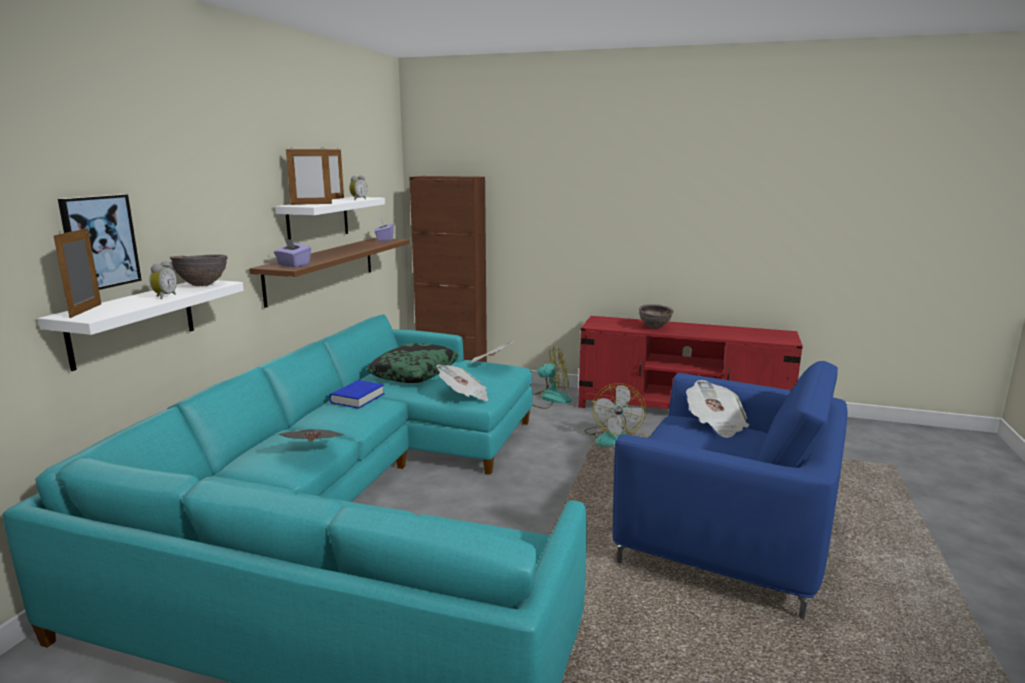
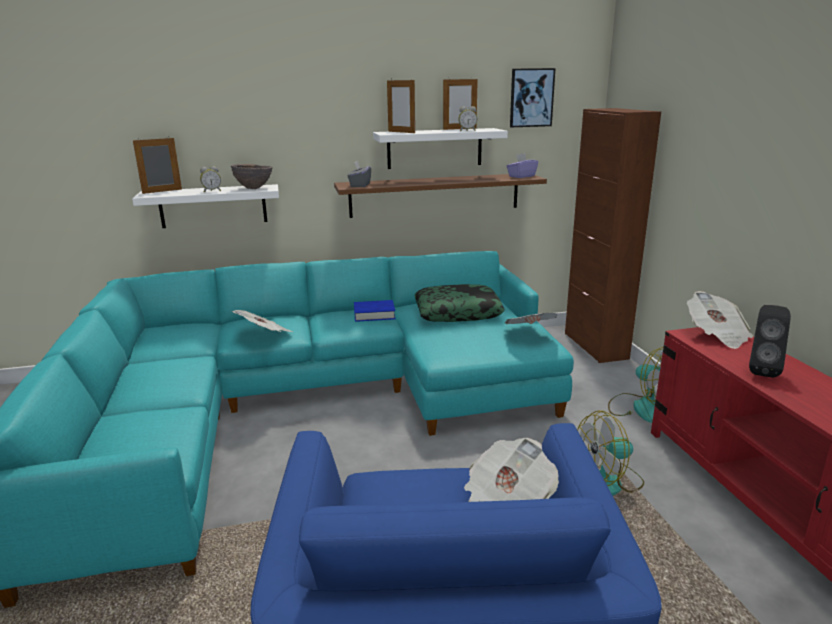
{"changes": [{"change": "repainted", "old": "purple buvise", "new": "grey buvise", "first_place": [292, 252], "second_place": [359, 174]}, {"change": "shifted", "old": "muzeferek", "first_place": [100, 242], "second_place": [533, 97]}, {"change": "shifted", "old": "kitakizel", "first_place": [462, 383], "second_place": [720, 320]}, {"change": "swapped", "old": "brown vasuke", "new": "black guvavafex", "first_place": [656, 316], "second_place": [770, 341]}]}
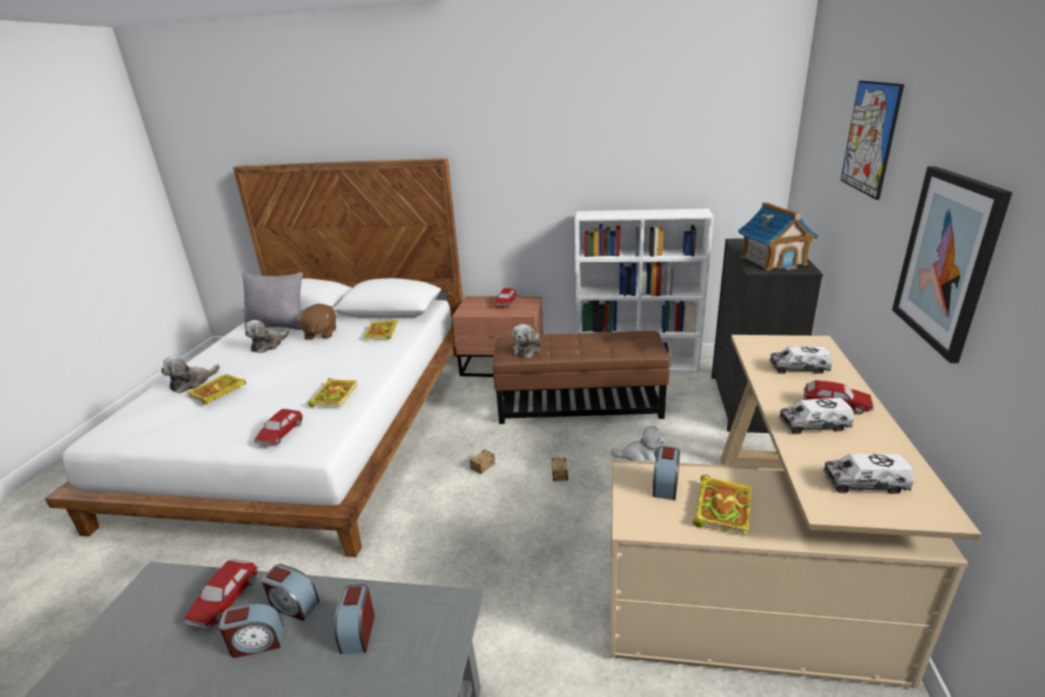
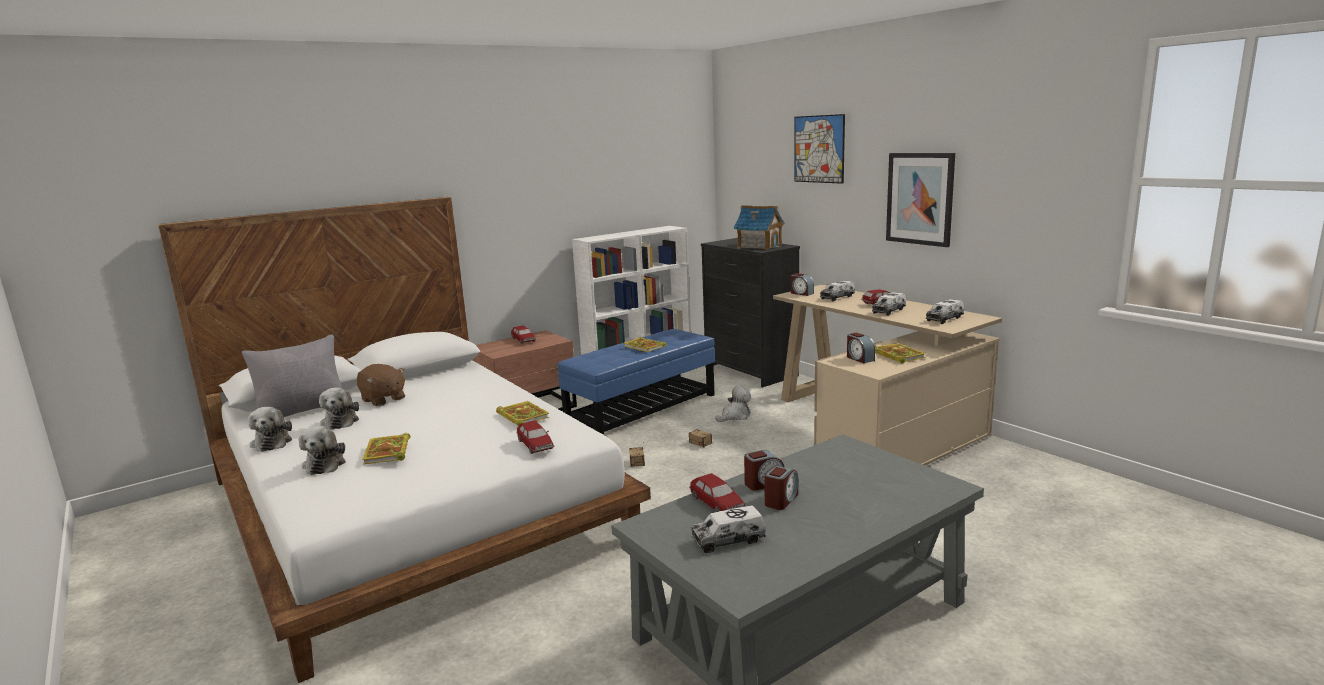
{"changes": [{"change": "shifted", "old": "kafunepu", "first_place": [526, 341], "second_place": [270, 429]}, {"change": "repainted", "old": "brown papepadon", "new": "blue papepadon", "first_place": [581, 377], "second_place": [636, 382]}, {"change": "shifted", "old": "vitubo", "first_place": [381, 330], "second_place": [645, 344]}, {"change": "new", "new": "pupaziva", "second_place": [728, 529]}, {"change": "shifted", "old": "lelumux", "first_place": [354, 619], "second_place": [802, 284]}]}
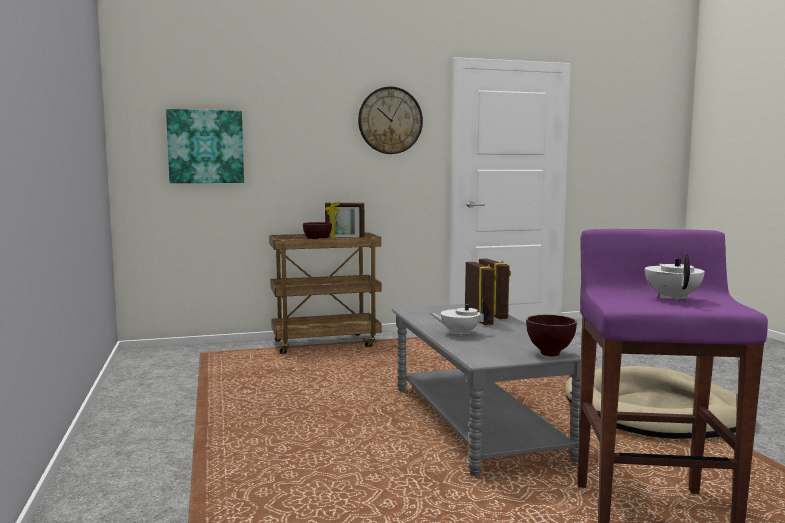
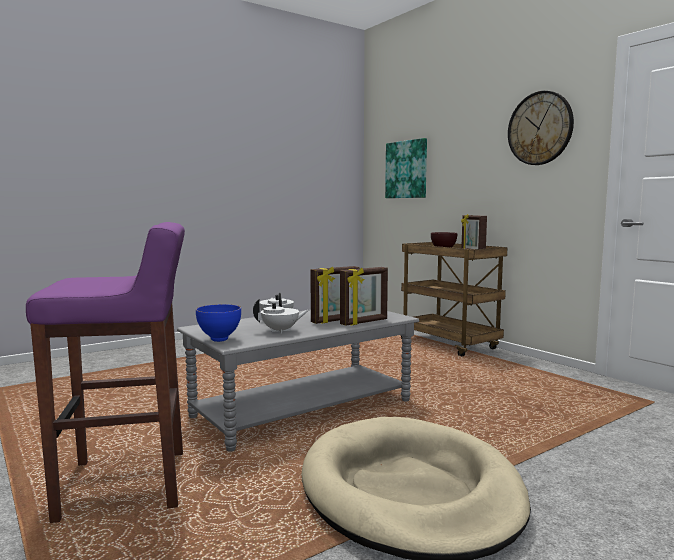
{"changes": [{"change": "repainted", "old": "brown vasuke", "new": "blue vasuke", "first_place": [551, 336], "second_place": [218, 323]}, {"change": "shifted", "old": "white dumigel", "first_place": [675, 277], "second_place": [281, 316]}]}
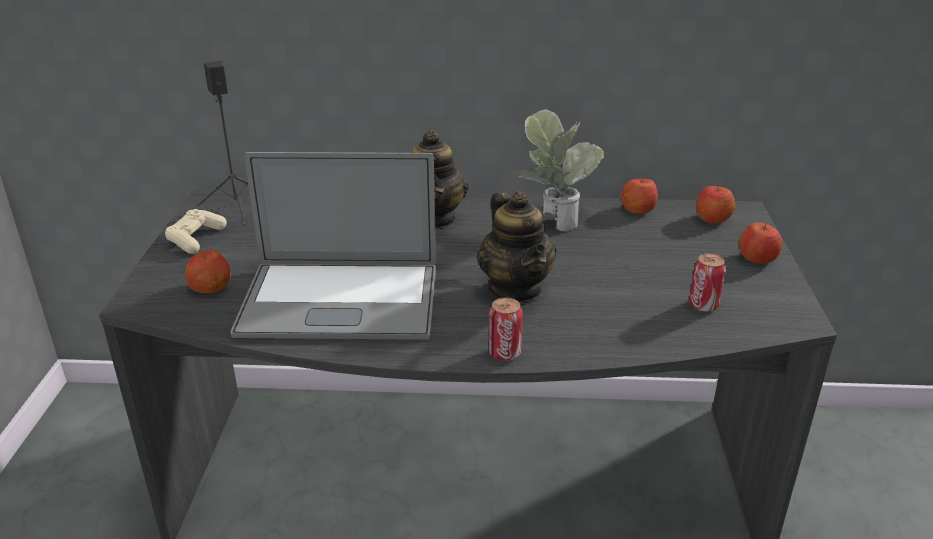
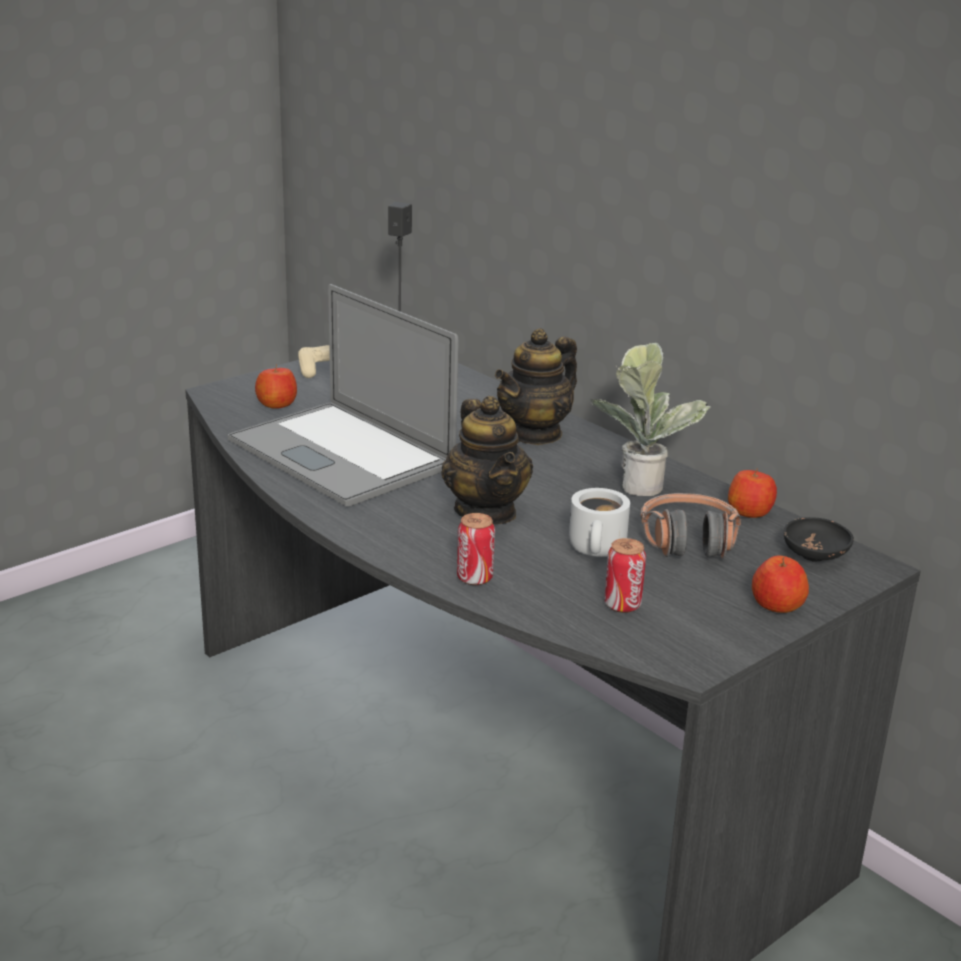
{"changes": [{"change": "rotated", "old": "dumigel", "first_place": [517, 247], "second_place": [487, 460], "degrees": -45}, {"change": "shifted", "old": "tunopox", "first_place": [506, 329], "second_place": [476, 549]}, {"change": "new", "new": "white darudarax", "second_place": [599, 522]}, {"change": "new", "new": "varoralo", "second_place": [690, 526]}, {"change": "swapped", "old": "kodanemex", "new": "black vasuke", "first_place": [715, 204], "second_place": [819, 539]}]}
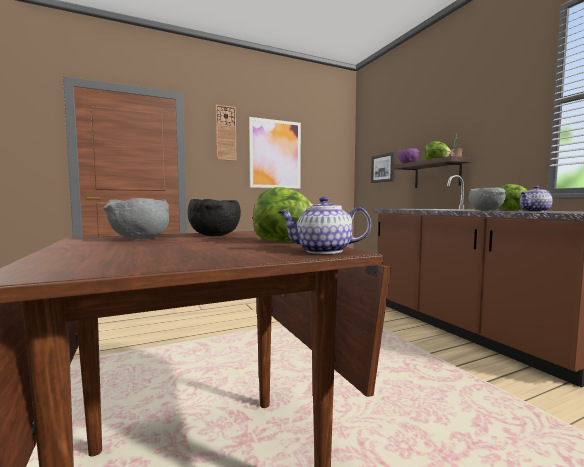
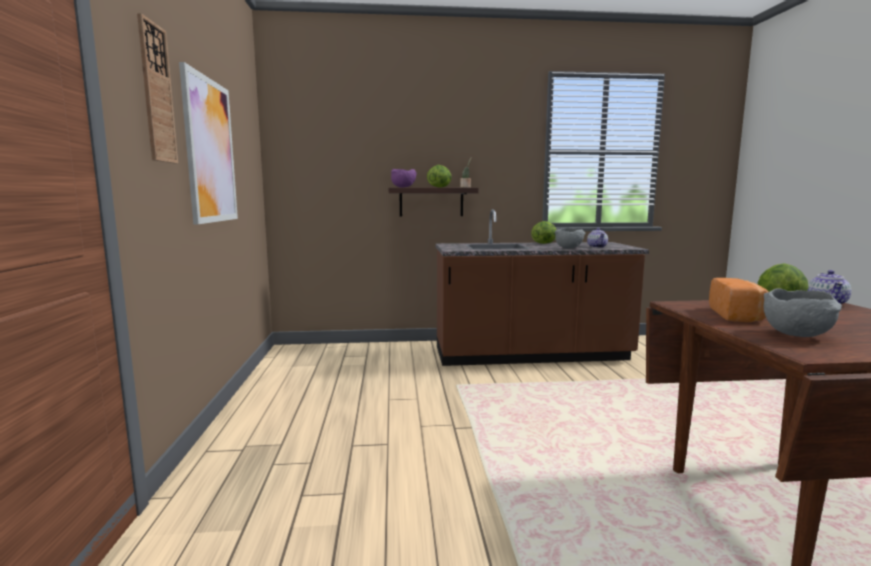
{"changes": [{"change": "swapped", "old": "black vasuke", "new": "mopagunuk", "first_place": [214, 217], "second_place": [739, 300]}, {"change": "gone", "old": "muzeferek", "first_place": [383, 167]}]}
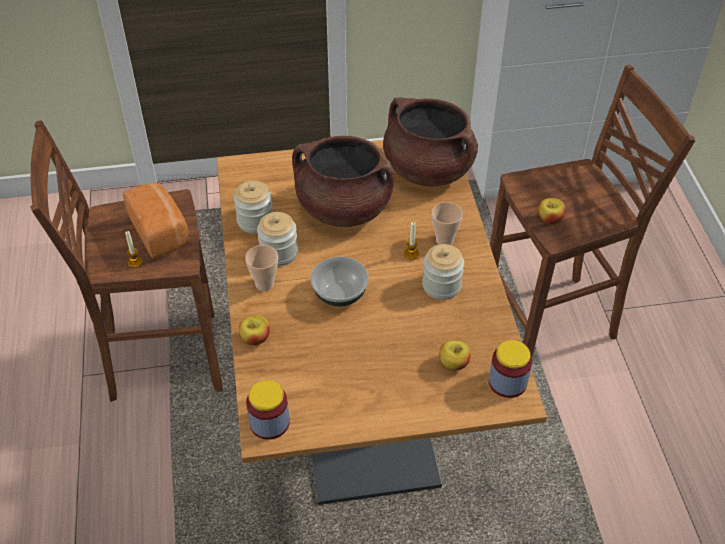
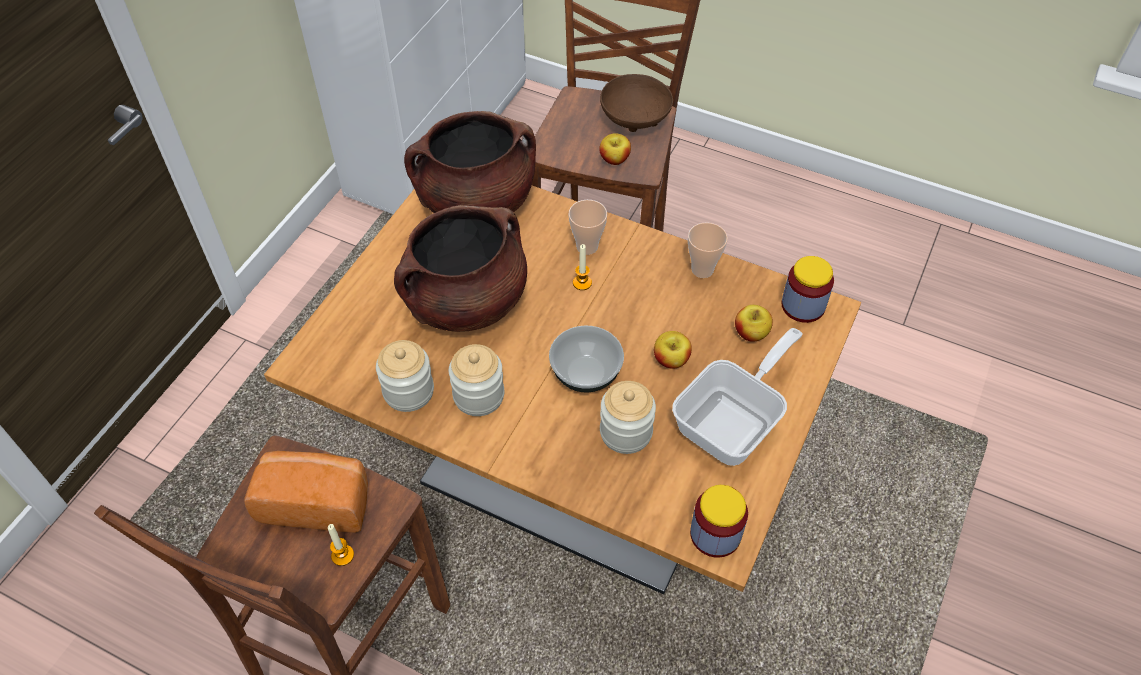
{"changes": [{"change": "new", "new": "brown vasuke", "second_place": [636, 103]}, {"change": "shifted", "old": "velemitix", "first_place": [443, 272], "second_place": [628, 417]}, {"change": "shifted", "old": "kodanemex", "first_place": [254, 330], "second_place": [673, 350]}, {"change": "new", "new": "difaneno", "second_place": [737, 397]}, {"change": "shifted", "old": "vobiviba", "first_place": [261, 268], "second_place": [708, 250]}]}
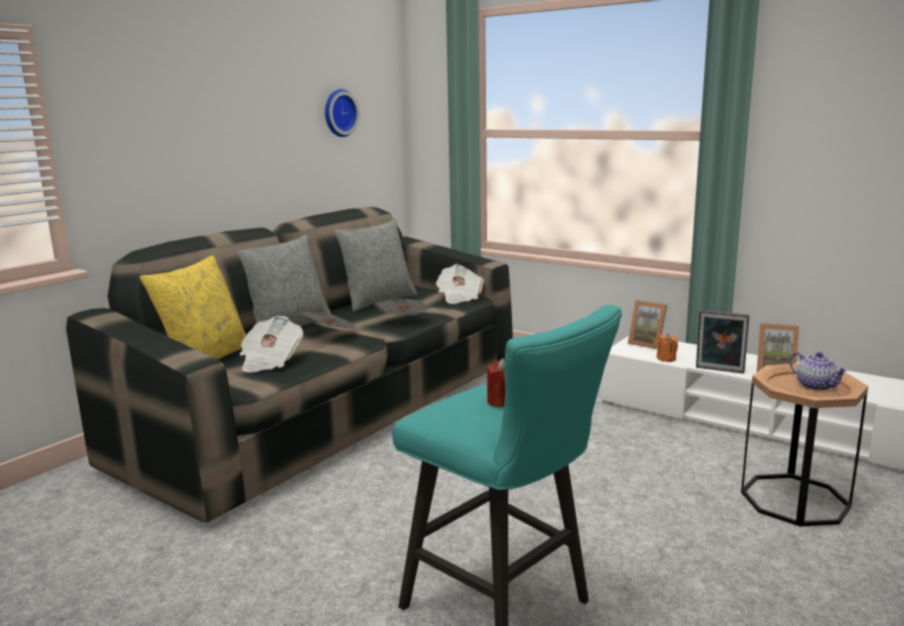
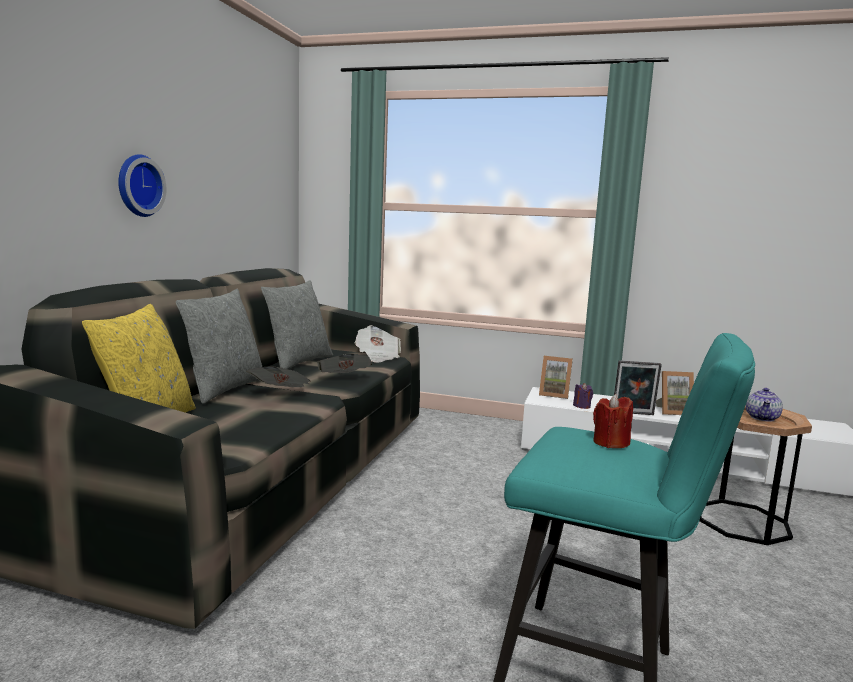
{"changes": [{"change": "shifted", "old": "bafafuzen", "first_place": [342, 113], "second_place": [142, 185]}, {"change": "repainted", "old": "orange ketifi", "new": "purple ketifi", "first_place": [667, 347], "second_place": [583, 396]}, {"change": "rotated", "old": "dumigel", "first_place": [818, 371], "second_place": [764, 405], "degrees": 75}, {"change": "gone", "old": "kitakizel", "first_place": [271, 344]}]}
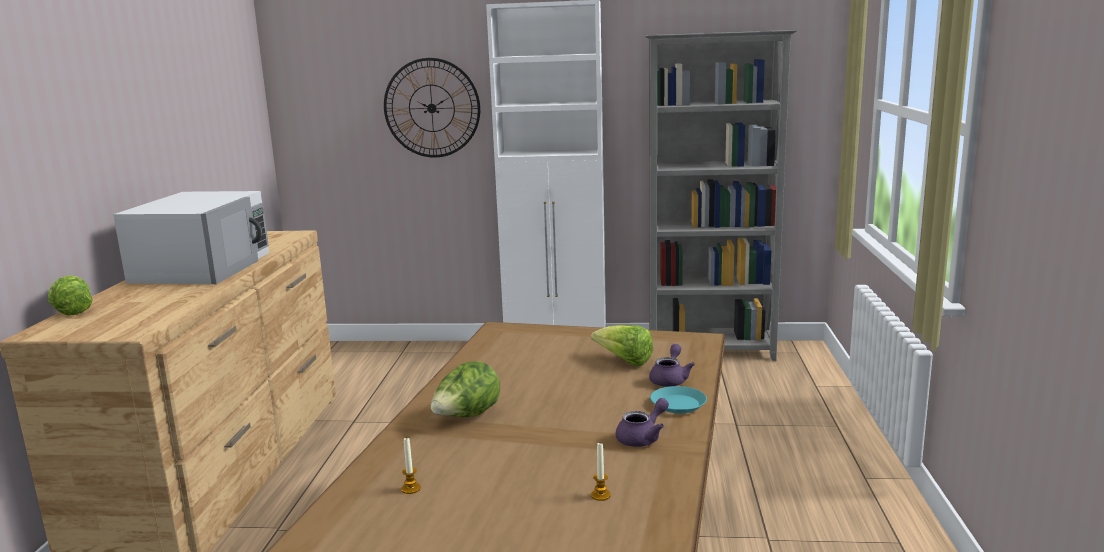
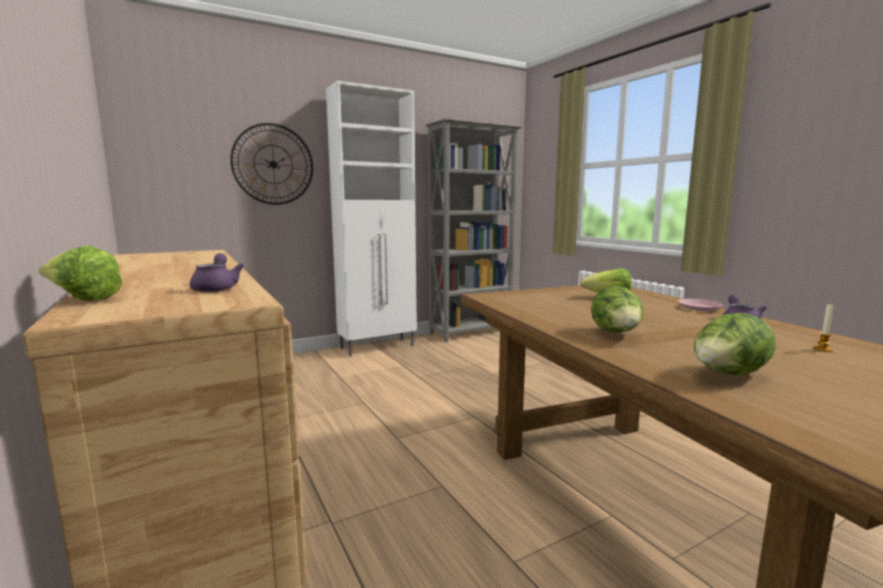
{"changes": [{"change": "shifted", "old": "purple dumigel", "first_place": [672, 365], "second_place": [217, 272]}, {"change": "repainted", "old": "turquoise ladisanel", "new": "pink ladisanel", "first_place": [678, 399], "second_place": [700, 305]}, {"change": "swapped", "old": "ketifi", "new": "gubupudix", "first_place": [411, 465], "second_place": [735, 344]}, {"change": "gone", "old": "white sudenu", "first_place": [191, 237]}]}
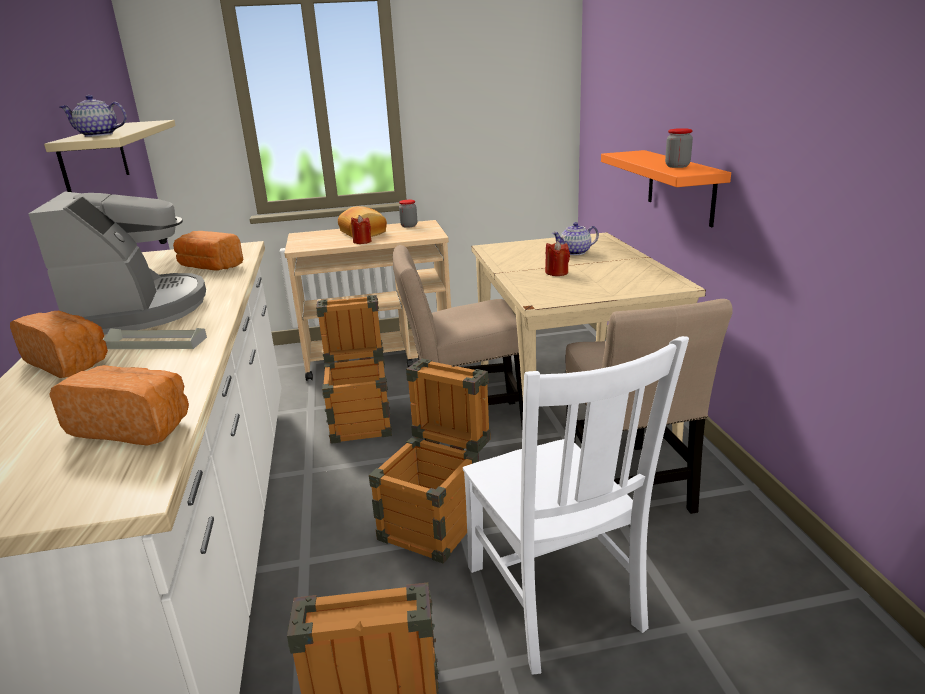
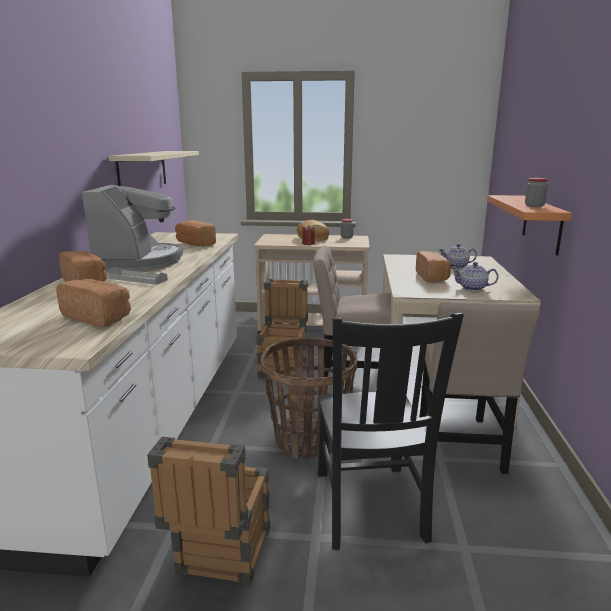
{"changes": [{"change": "swapped", "old": "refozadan", "new": "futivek", "first_place": [430, 461], "second_place": [309, 398]}, {"change": "repainted", "old": "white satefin", "new": "black satefin", "first_place": [576, 505], "second_place": [391, 431]}, {"change": "swapped", "old": "red ketifi", "new": "mopagunuk", "first_place": [557, 258], "second_place": [433, 267]}, {"change": "shifted", "old": "dumigel", "first_place": [93, 116], "second_place": [474, 276]}]}
